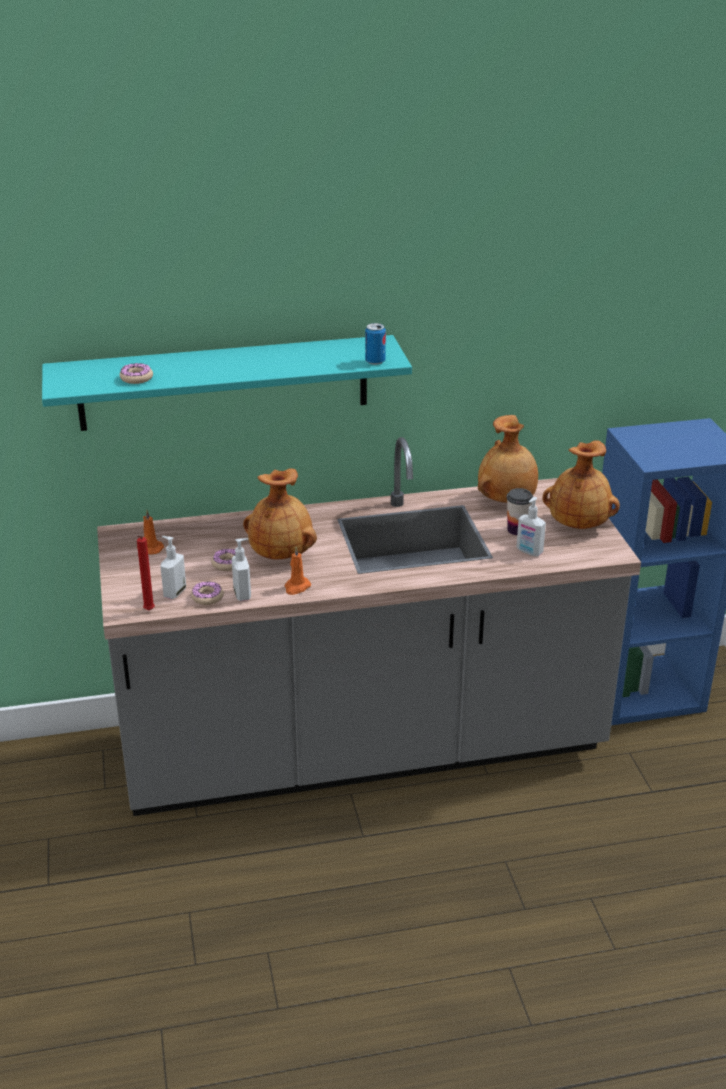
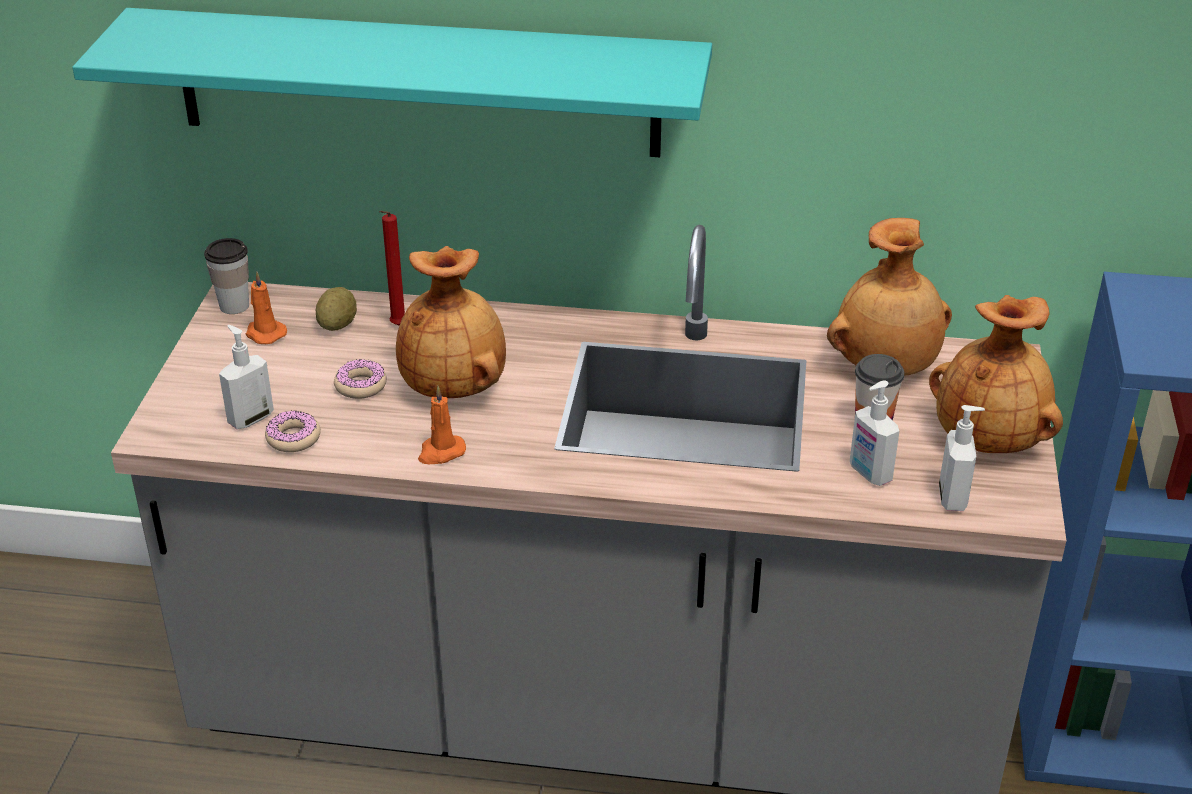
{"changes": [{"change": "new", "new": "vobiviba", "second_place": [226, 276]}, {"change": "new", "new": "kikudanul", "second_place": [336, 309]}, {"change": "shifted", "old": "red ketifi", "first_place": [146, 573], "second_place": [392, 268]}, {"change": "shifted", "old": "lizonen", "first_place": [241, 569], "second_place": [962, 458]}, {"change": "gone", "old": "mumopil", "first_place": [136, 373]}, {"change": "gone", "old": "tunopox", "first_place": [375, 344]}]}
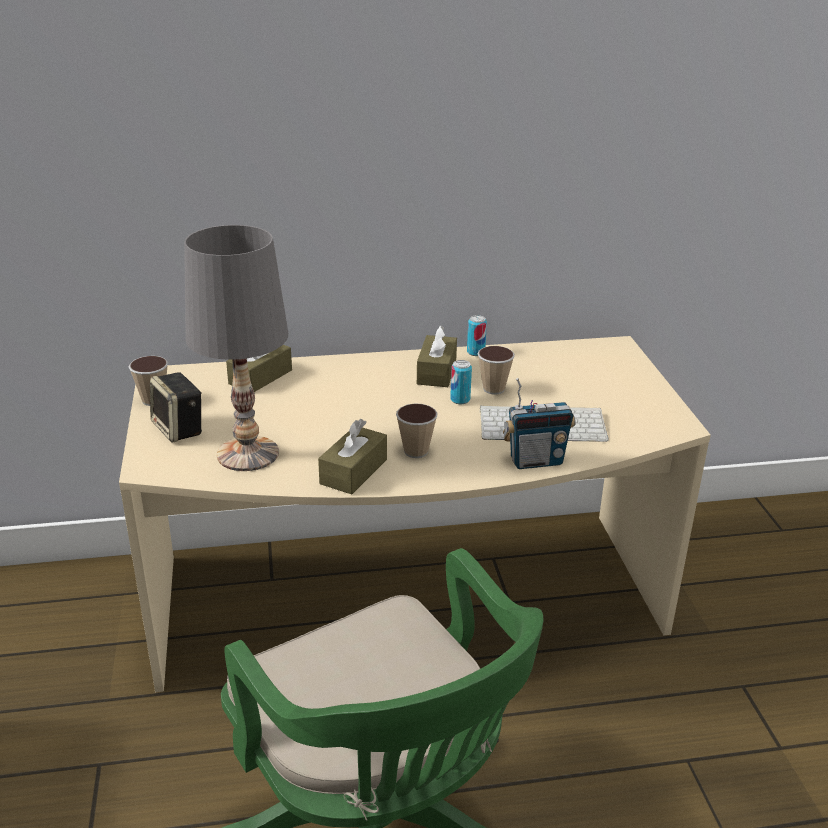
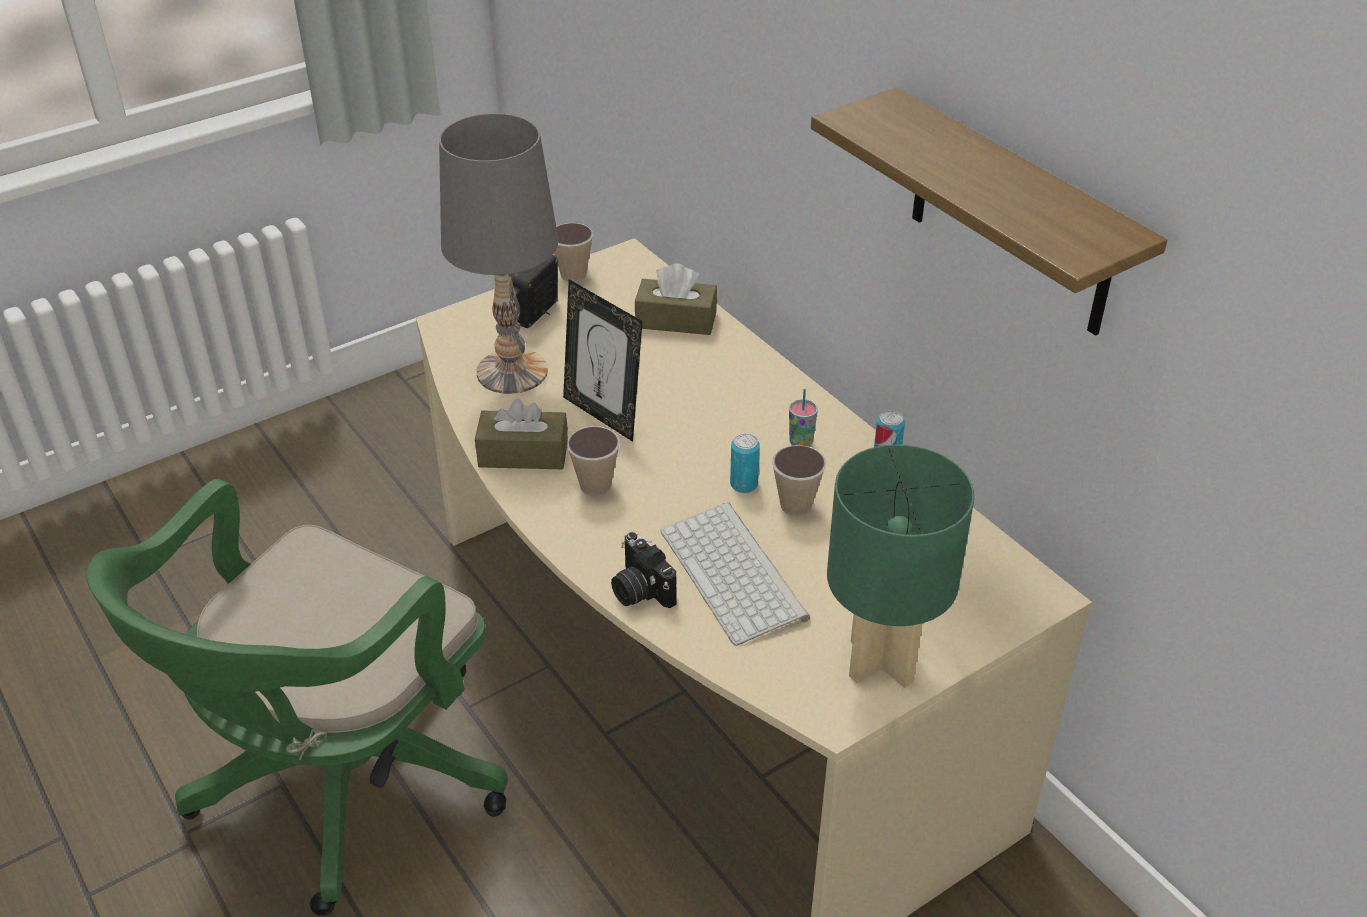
{"changes": [{"change": "new", "new": "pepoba", "second_place": [603, 360]}, {"change": "swapped", "old": "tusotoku", "new": "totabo", "first_place": [539, 423], "second_place": [644, 570]}, {"change": "swapped", "old": "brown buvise", "new": "vobiviba", "first_place": [437, 356], "second_place": [803, 418]}, {"change": "new", "new": "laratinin", "second_place": [989, 212]}, {"change": "new", "new": "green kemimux", "second_place": [900, 566]}]}
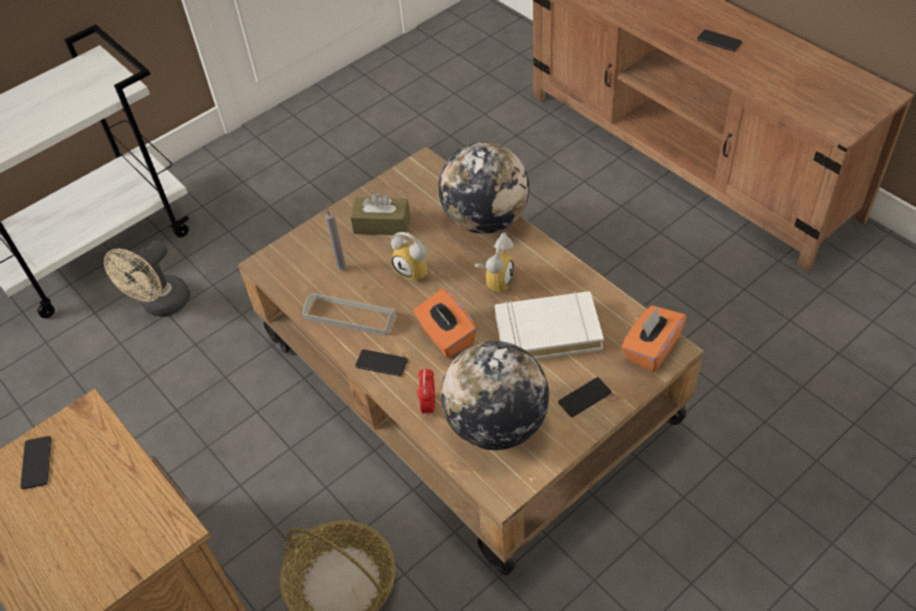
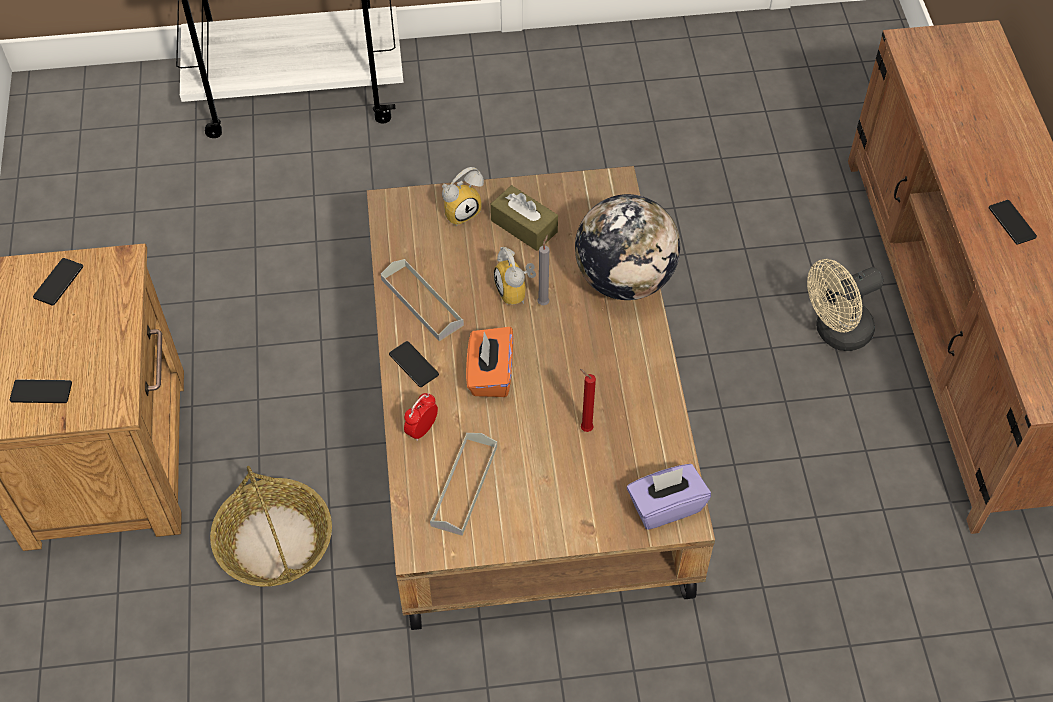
{"changes": [{"change": "shifted", "old": "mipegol", "first_place": [585, 397], "second_place": [41, 391]}, {"change": "swapped", "old": "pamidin", "new": "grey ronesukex", "first_place": [495, 395], "second_place": [463, 484]}, {"change": "shifted", "old": "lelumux", "first_place": [494, 262], "second_place": [463, 196]}, {"change": "shifted", "old": "grey ketifi", "first_place": [336, 236], "second_place": [543, 270]}, {"change": "swapped", "old": "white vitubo", "new": "red ketifi", "first_place": [549, 325], "second_place": [588, 400]}, {"change": "repainted", "old": "orange buvise", "new": "purple buvise", "first_place": [654, 338], "second_place": [669, 497]}, {"change": "shifted", "old": "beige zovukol", "first_place": [147, 278], "second_place": [845, 305]}]}
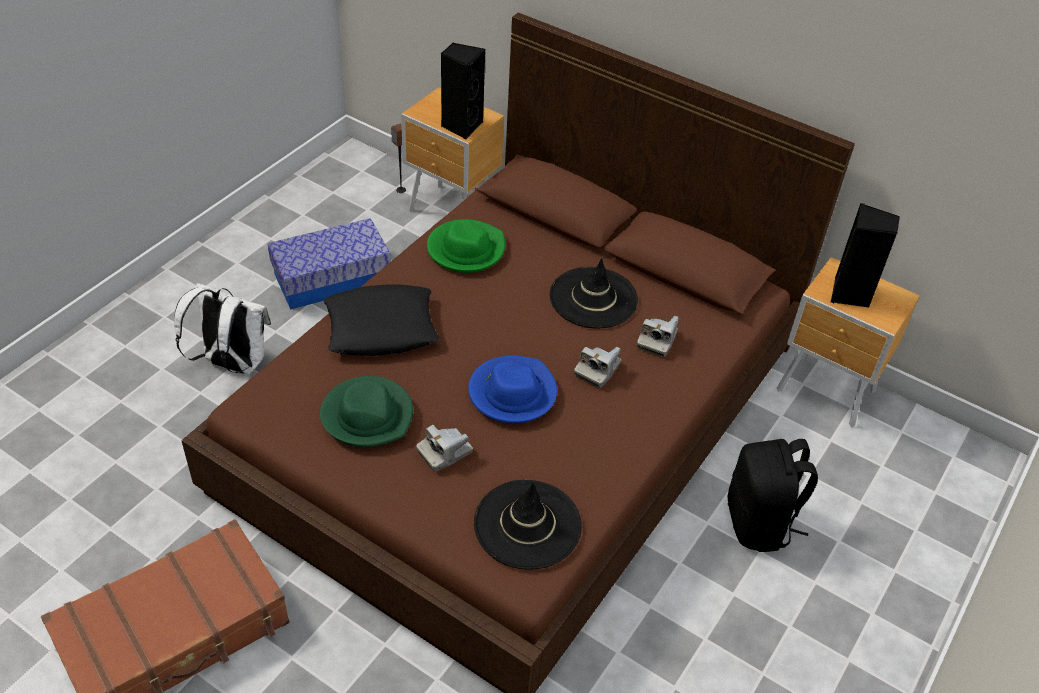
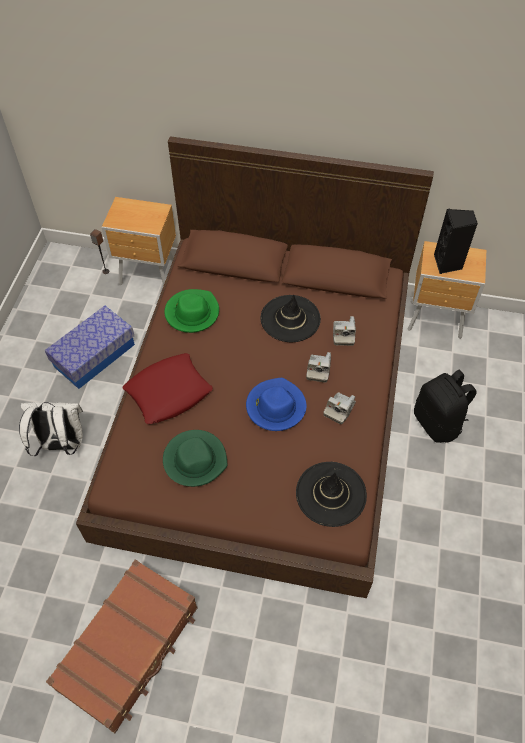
{"changes": [{"change": "repainted", "old": "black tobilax", "new": "red tobilax", "first_place": [381, 320], "second_place": [168, 388]}, {"change": "shifted", "old": "totabo", "first_place": [444, 448], "second_place": [339, 408]}, {"change": "gone", "old": "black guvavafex", "first_place": [463, 91]}]}
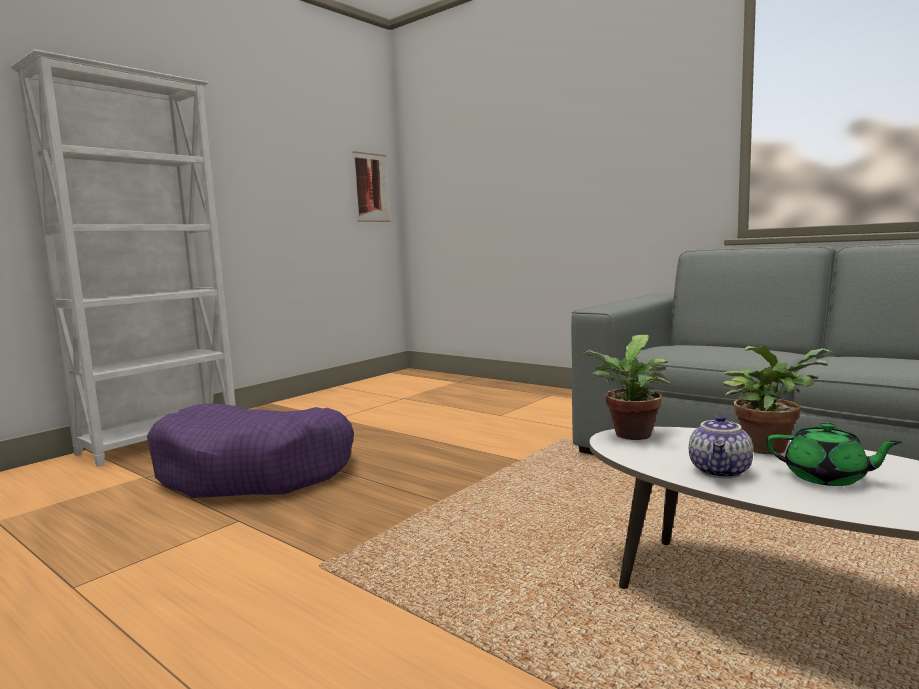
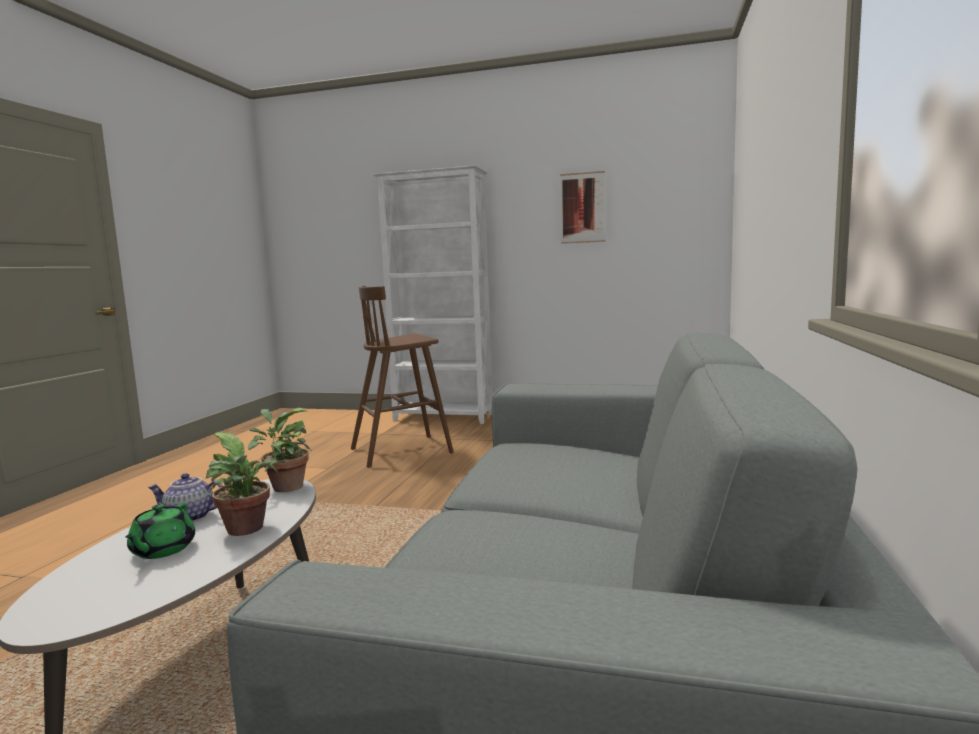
{"changes": [{"change": "swapped", "old": "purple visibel", "new": "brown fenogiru", "first_place": [250, 451], "second_place": [402, 377]}, {"change": "shifted", "old": "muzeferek", "first_place": [371, 186], "second_place": [583, 207]}]}
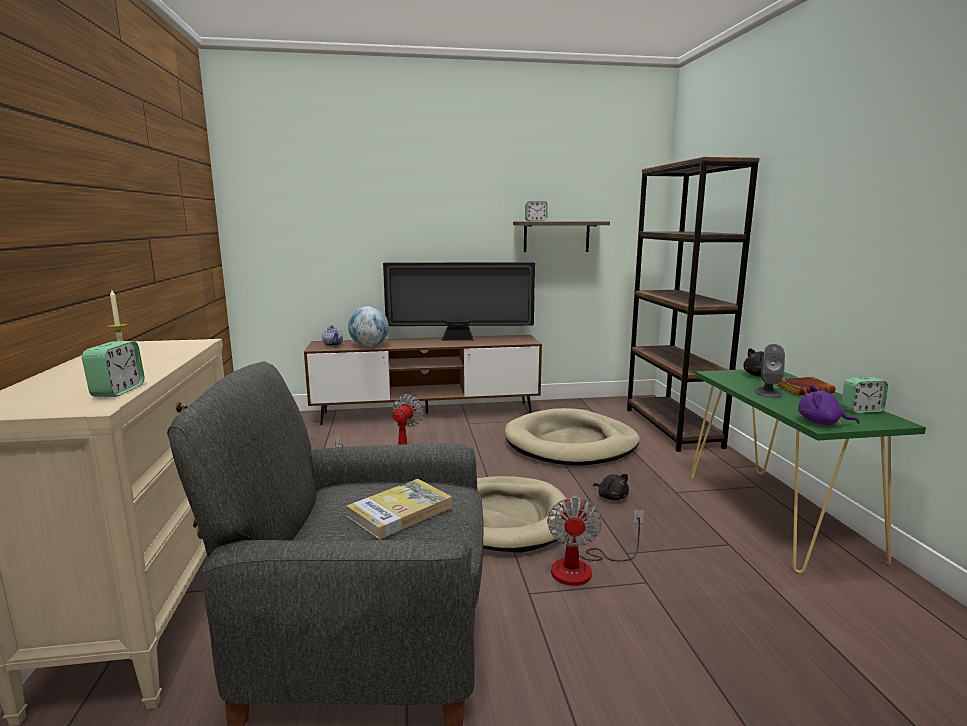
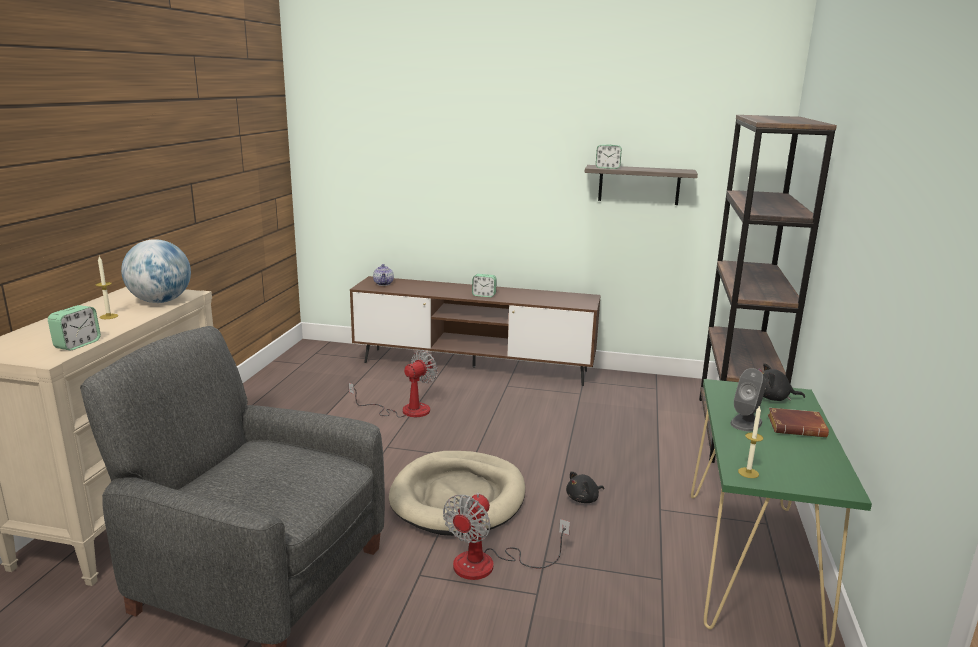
{"changes": [{"change": "shifted", "old": "pamidin", "first_place": [368, 326], "second_place": [156, 271]}, {"change": "shifted", "old": "lelumux", "first_place": [864, 395], "second_place": [484, 285]}, {"change": "rotated", "old": "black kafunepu", "first_place": [611, 487], "second_place": [585, 487], "degrees": 75}, {"change": "swapped", "old": "purple kafunepu", "new": "ketifi", "first_place": [829, 405], "second_place": [751, 441]}, {"change": "gone", "old": "vitubo", "first_place": [399, 509]}, {"change": "gone", "old": "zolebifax", "first_place": [459, 301]}, {"change": "gone", "old": "beige visibel", "first_place": [572, 437]}]}
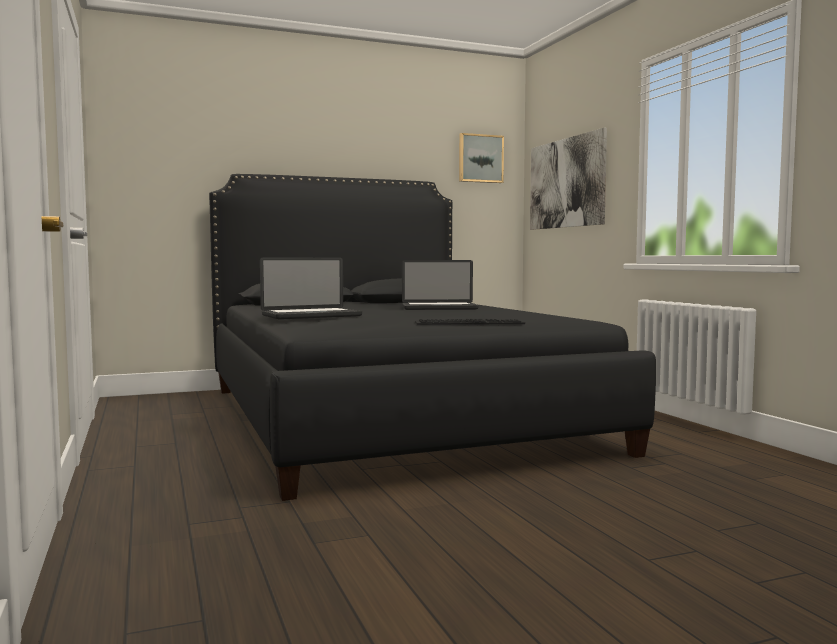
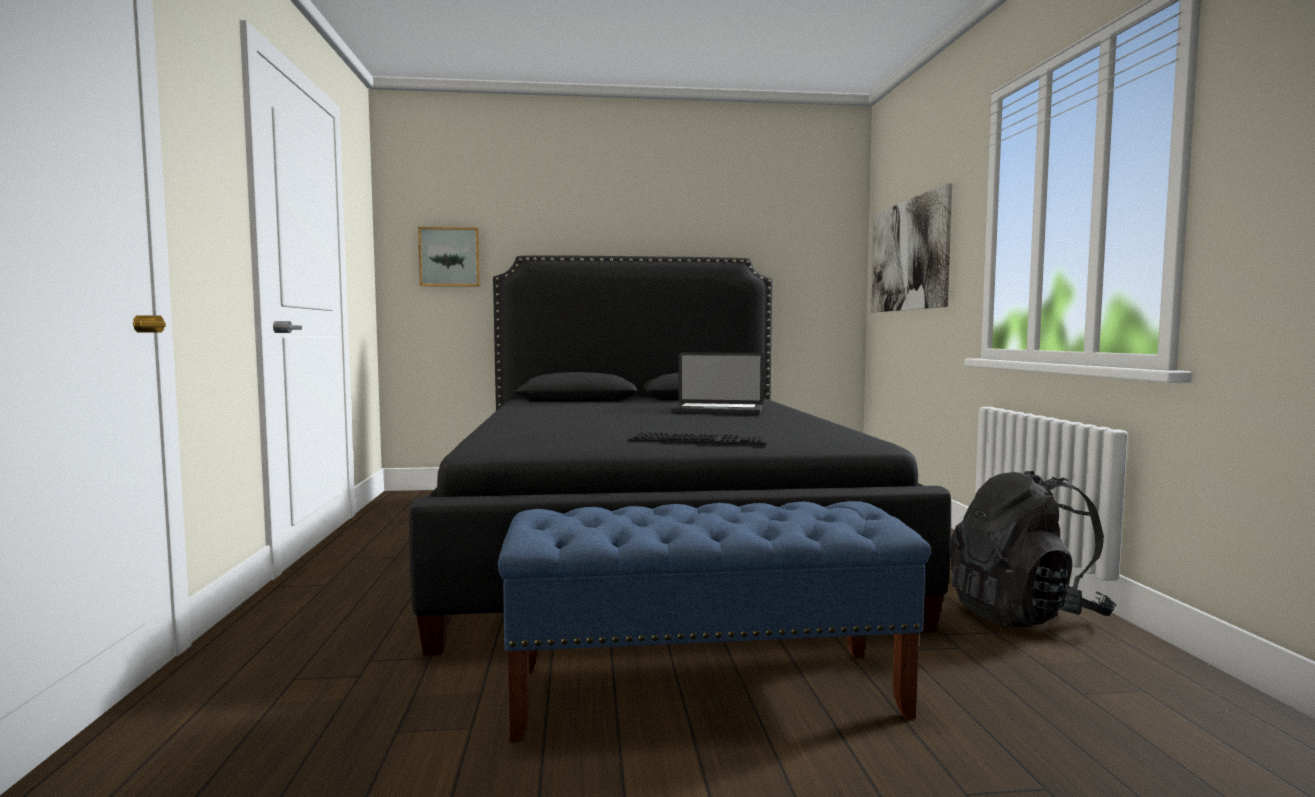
{"changes": [{"change": "shifted", "old": "muzeferek", "first_place": [481, 158], "second_place": [449, 257]}, {"change": "new", "new": "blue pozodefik", "second_place": [714, 621]}, {"change": "new", "new": "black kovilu", "second_place": [1033, 549]}, {"change": "gone", "old": "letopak", "first_place": [311, 288]}]}
